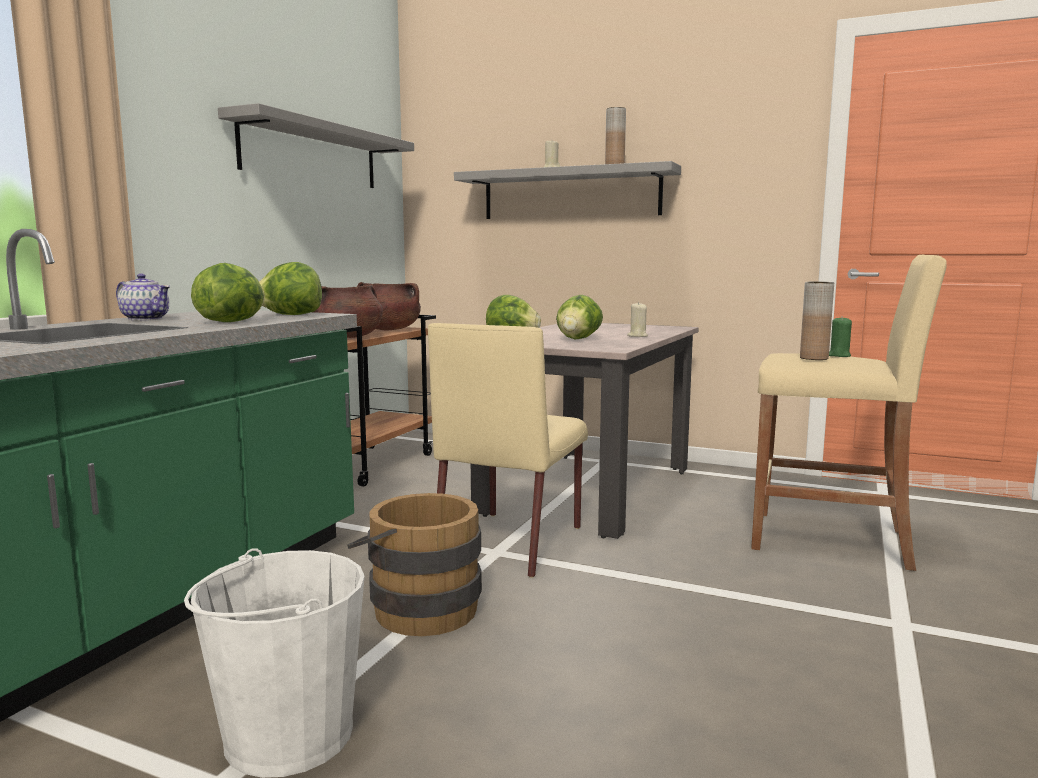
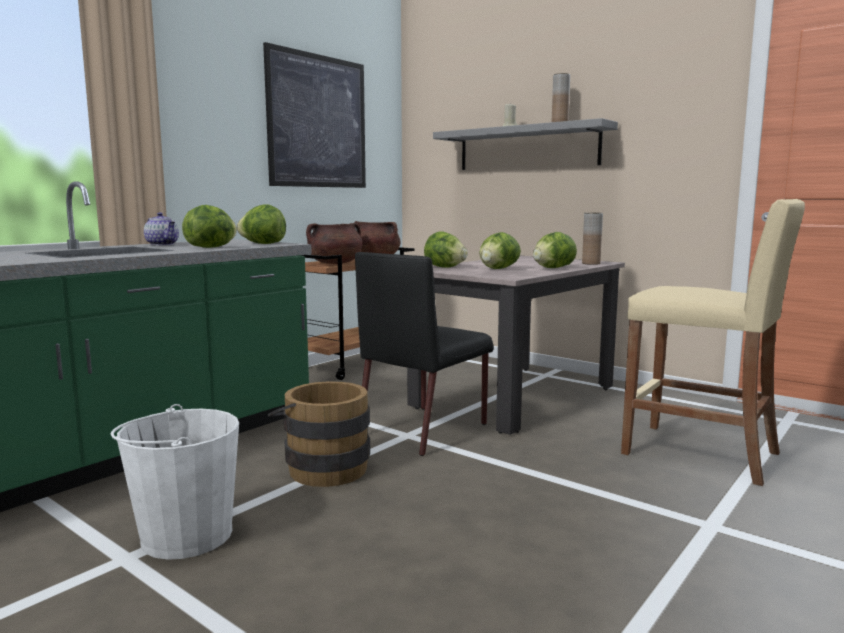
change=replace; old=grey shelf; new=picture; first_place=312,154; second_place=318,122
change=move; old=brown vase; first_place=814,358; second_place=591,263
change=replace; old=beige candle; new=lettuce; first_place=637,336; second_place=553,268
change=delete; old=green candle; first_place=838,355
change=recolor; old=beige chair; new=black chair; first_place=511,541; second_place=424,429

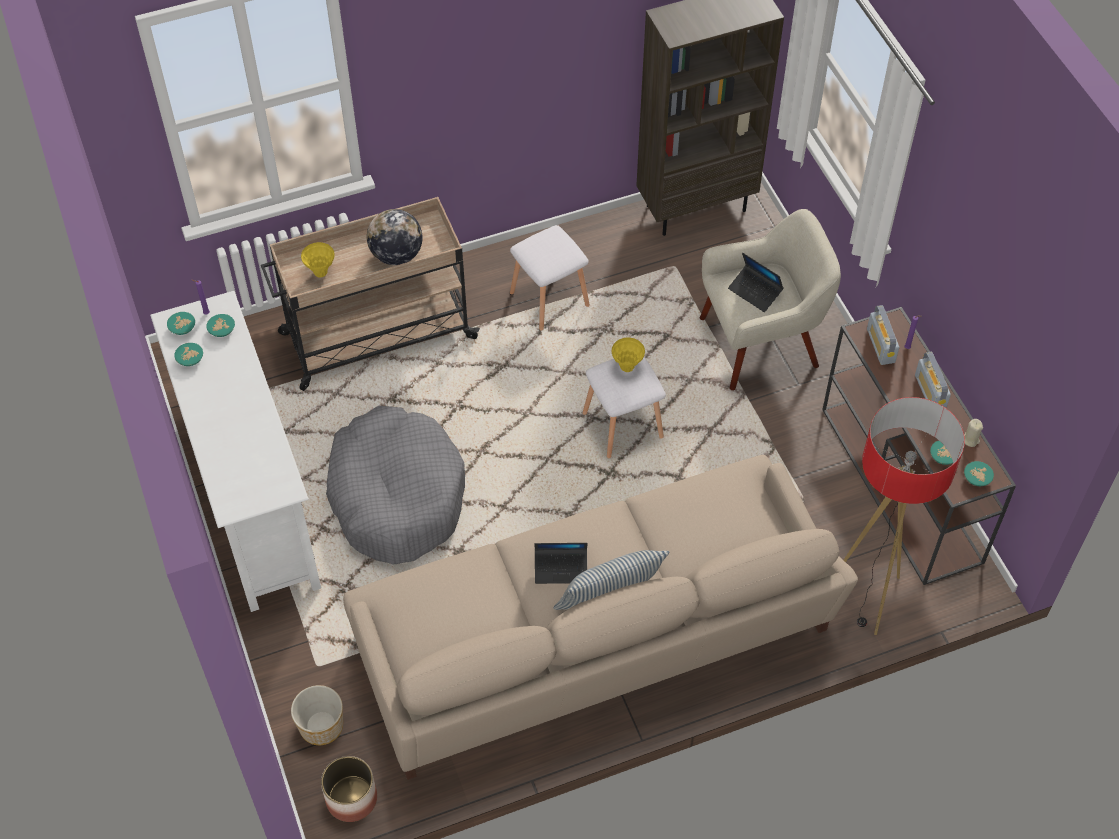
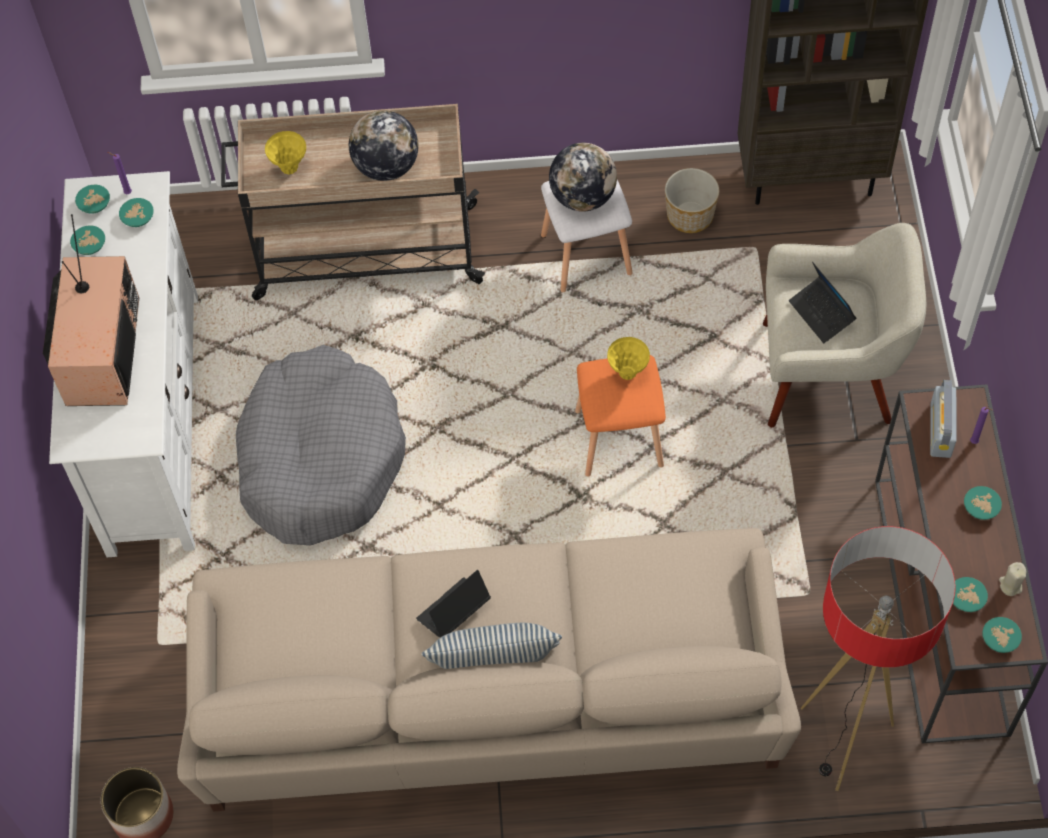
change=replace; old=radio; new=turquoise bowl; first_place=930,392; second_place=981,509
change=recolor; old=white stool; new=orange stool; first_place=623,424; second_place=620,437
change=rotate; old=laptop; first_place=561,569; second_place=453,611; degrees=120
change=move; old=planter; first_place=320,726; second_place=689,215
change=insert; new=globe; second_place=583,197
change=insert; new=television; second_place=100,349

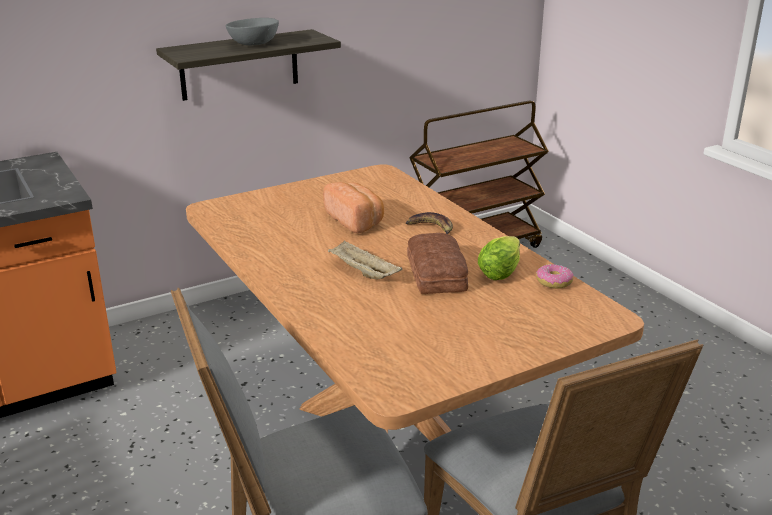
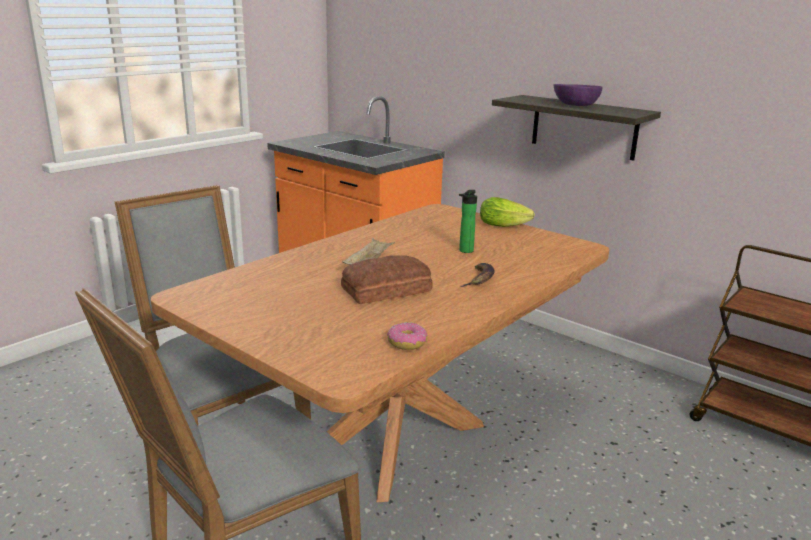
change=recolor; old=grey bowl; new=purple bowl; first_place=254,44; second_place=576,105
change=replace; old=bread; new=bottle; first_place=356,221; second_place=464,251
change=move; old=lettuce; first_place=502,270; second_place=506,225

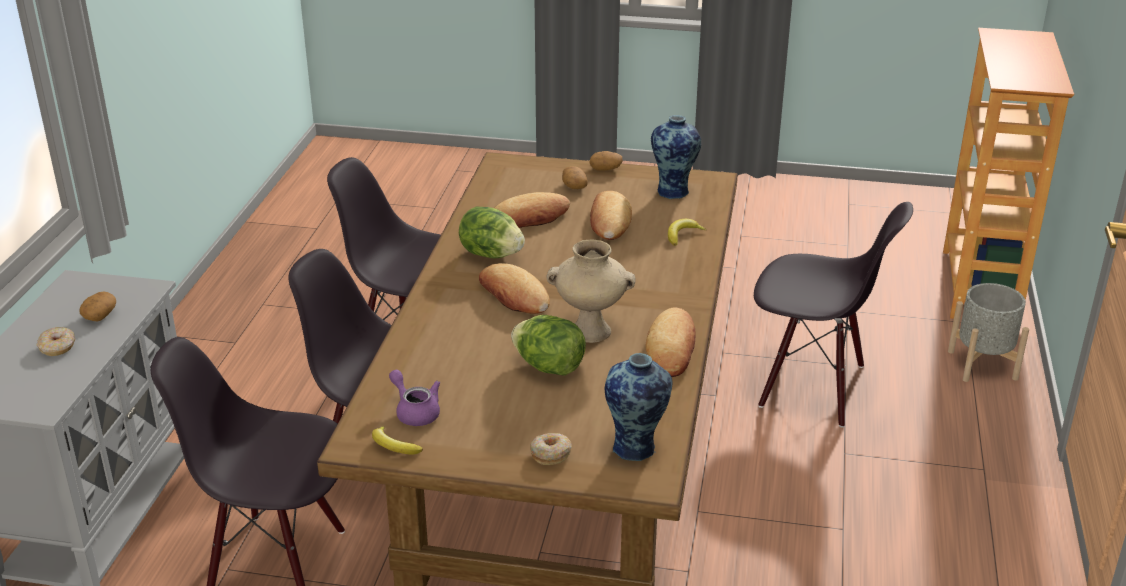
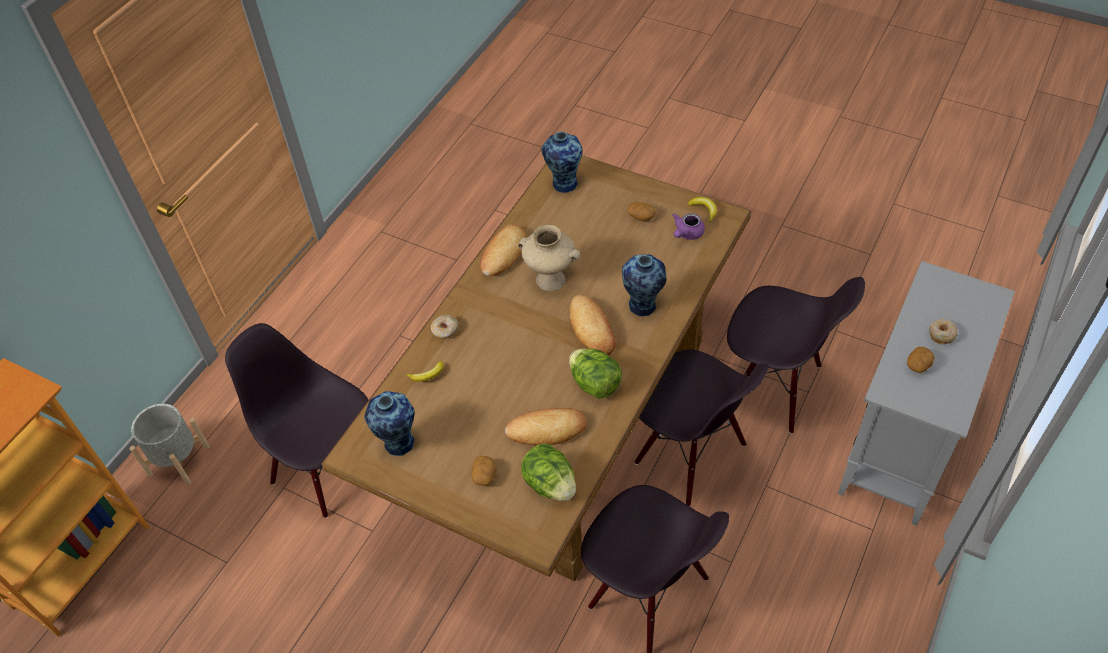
change=move; old=potato; first_place=606,168; second_place=641,216
change=delete; old=bread; first_place=609,221
change=move; old=lettuce; first_place=549,367; second_place=550,484
change=rotate; old=purple teapot; first_place=415,411; second_place=687,233; degrees=60
change=move; old=donut; first_place=550,454; second_place=445,330
change=insert; new=vase; second_place=642,307

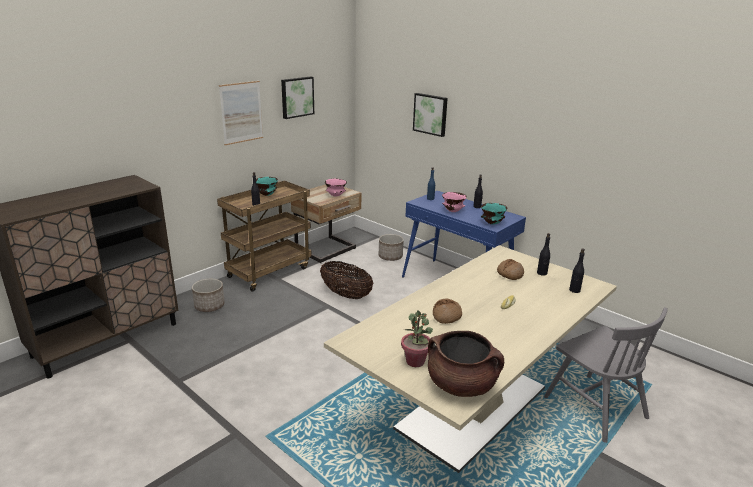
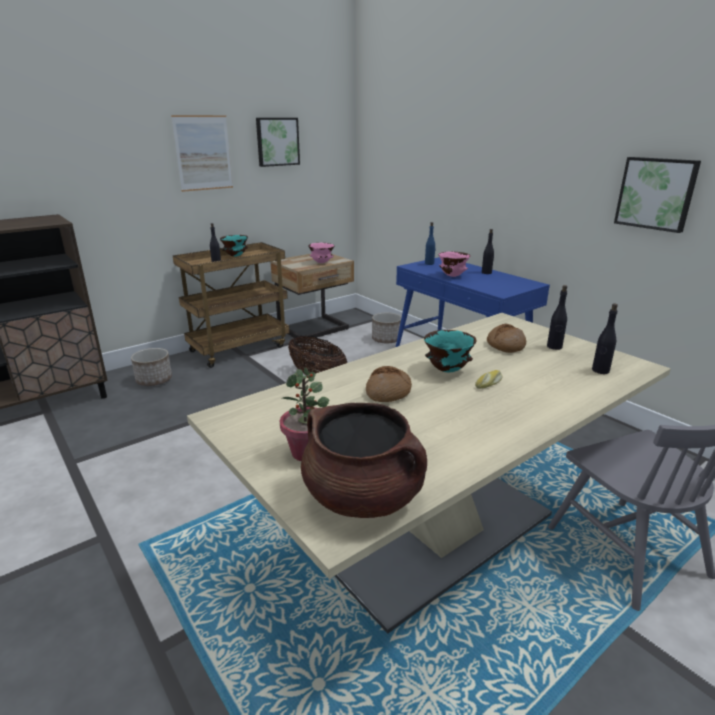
change=move; old=picture; first_place=431,114; second_place=656,193
change=move; old=turquoise bowl; first_place=491,223; second_place=446,370

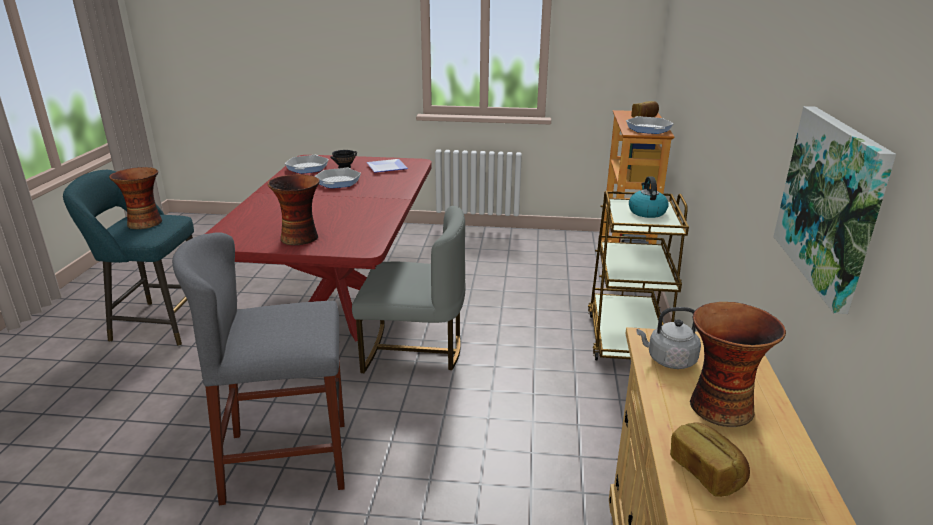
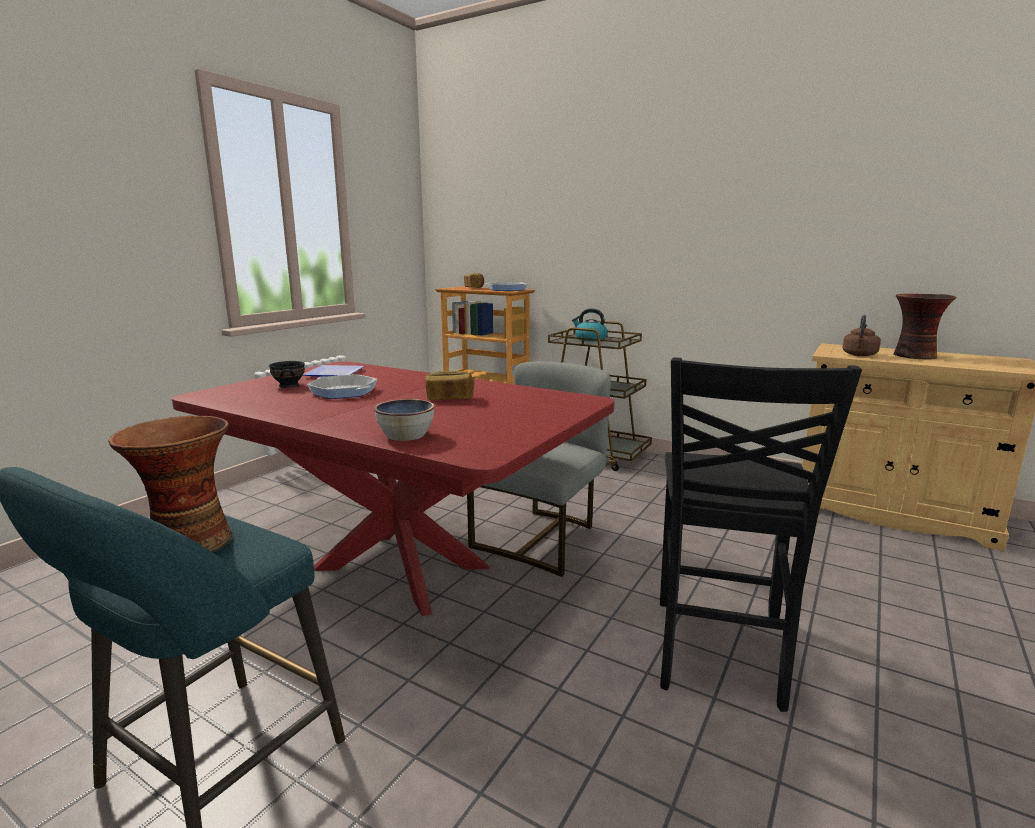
change=delete; old=picture; first_place=832,203
change=delete; old=frying pan; first_place=307,168
change=delete; old=vase; first_place=300,237
change=replace; old=grey stool; new=black chair; first_place=287,460; second_place=717,653
change=recolor; old=grey kettle; new=brown kettle; first_place=668,360; second_place=859,355
change=move; old=bread; first_place=706,472; second_place=449,398
change=insert; new=bowl; second_place=406,435

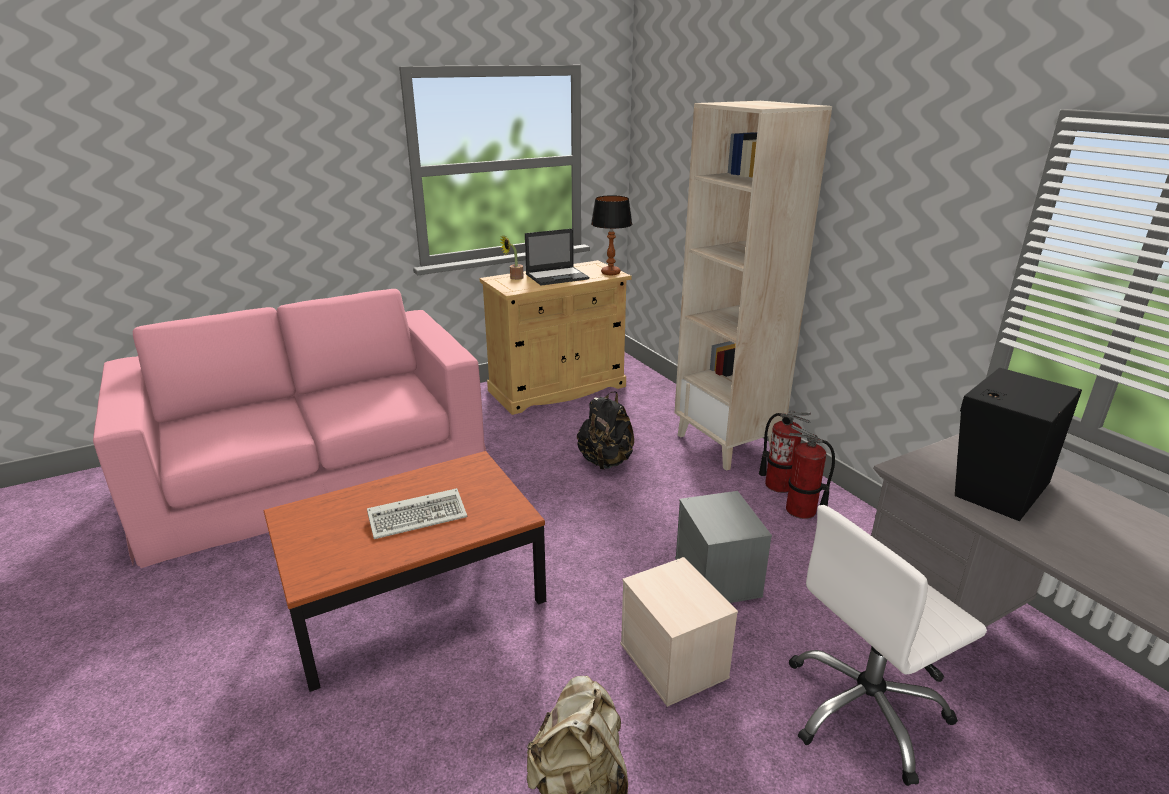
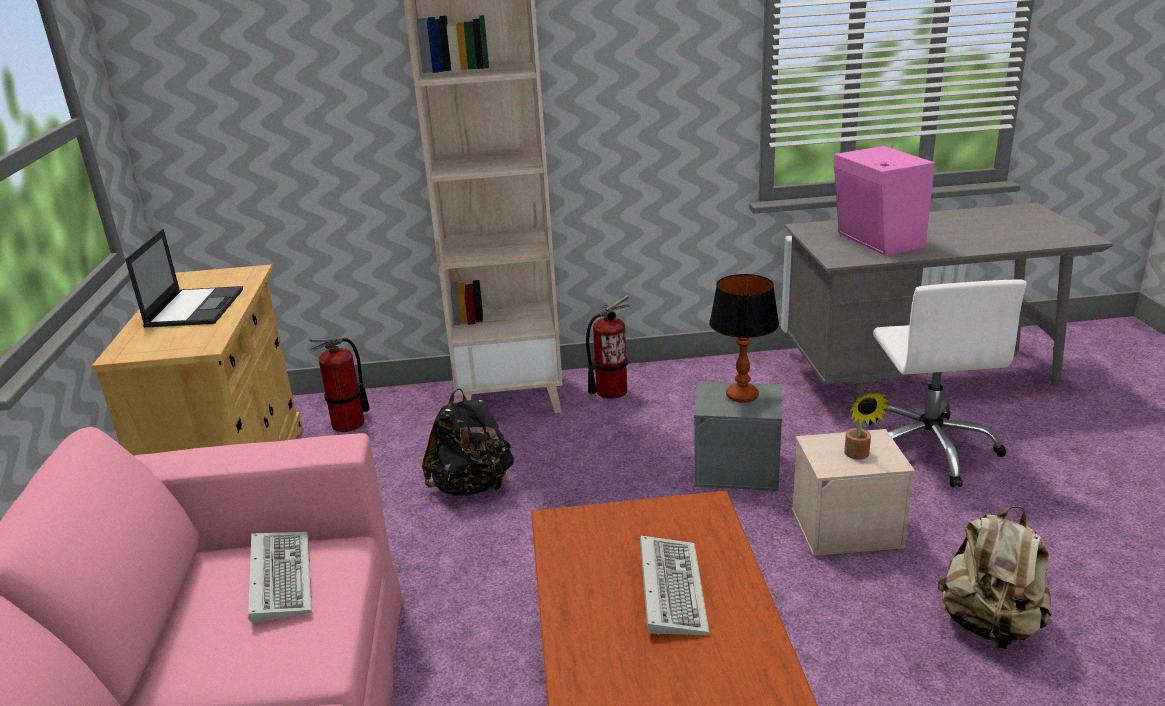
change=move; old=table lamp; first_place=611,273; second_place=742,396
change=move; old=potted plant; first_place=514,278; second_place=858,455
change=recolor; old=black speaker; new=pink speaker; first_place=995,487; second_place=877,241
change=move; old=fire extinguisher; first_place=801,510; second_place=349,424
change=insert; new=keyboard; second_place=279,577

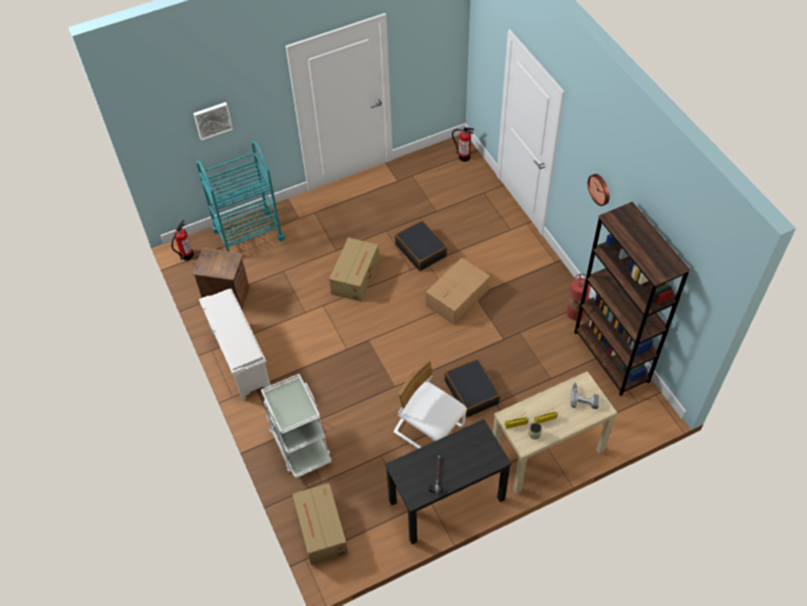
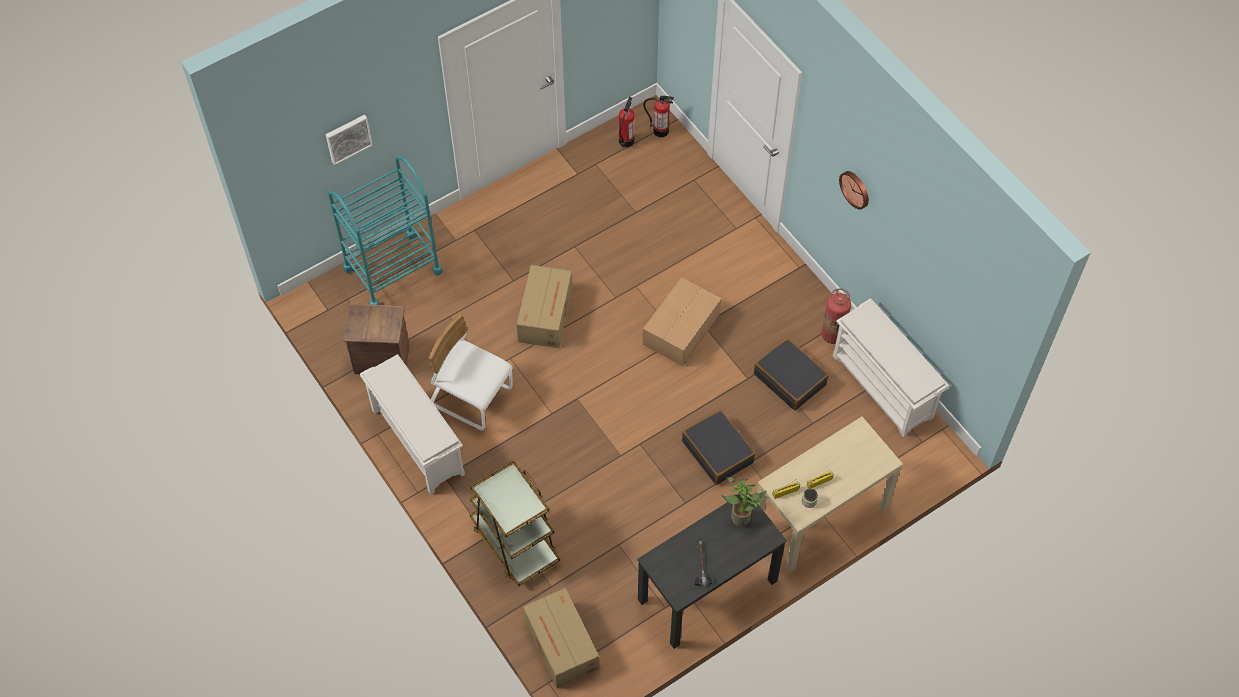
change=replace; old=brown bookcase; new=white shoe rack; first_place=611,357; second_place=884,387
change=move; old=fire extinguisher; first_place=187,255; second_place=626,141
change=move; old=black suitcase; first_place=421,250; second_place=790,379
change=move; old=white chair; first_place=429,429; second_place=471,397
change=recolor; old=white cart; new=brown cart; first_place=300,443; second_place=515,542
change=delete; old=power drill; first_place=584,397
change=insert; new=potted plant; second_place=742,516

